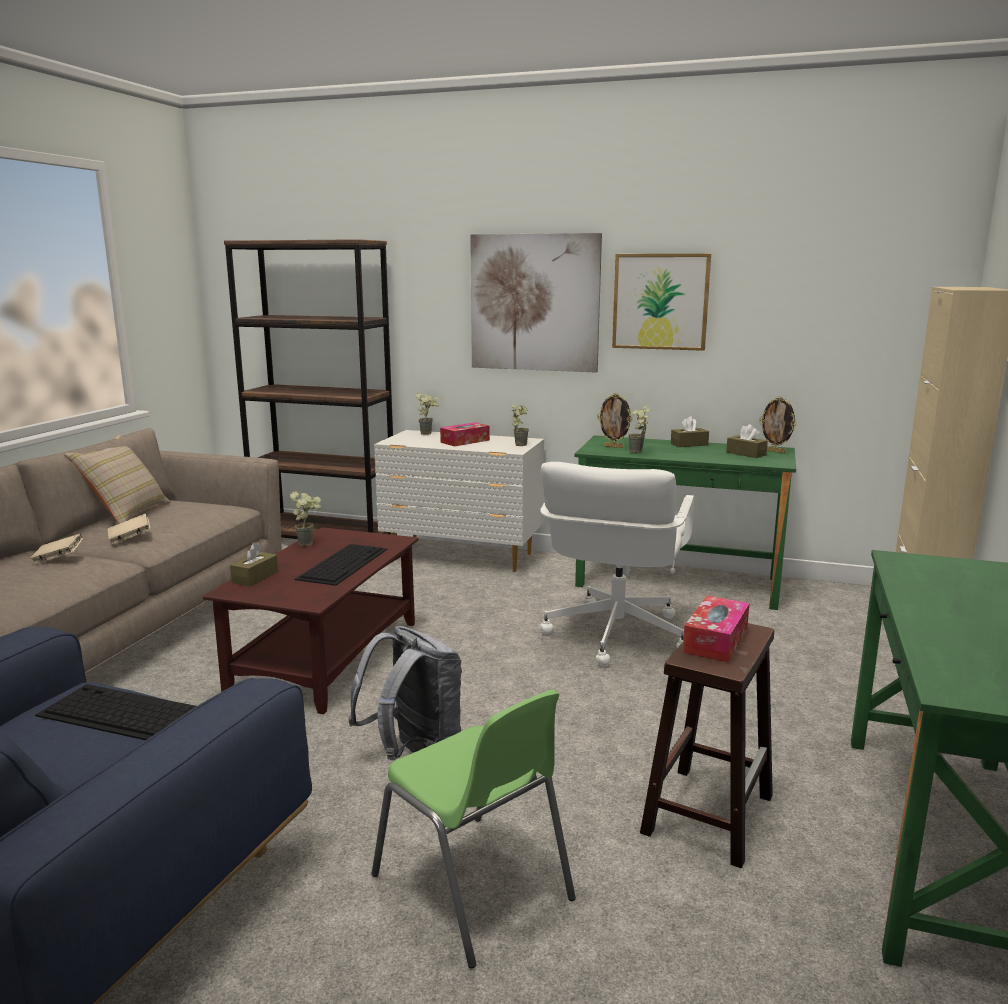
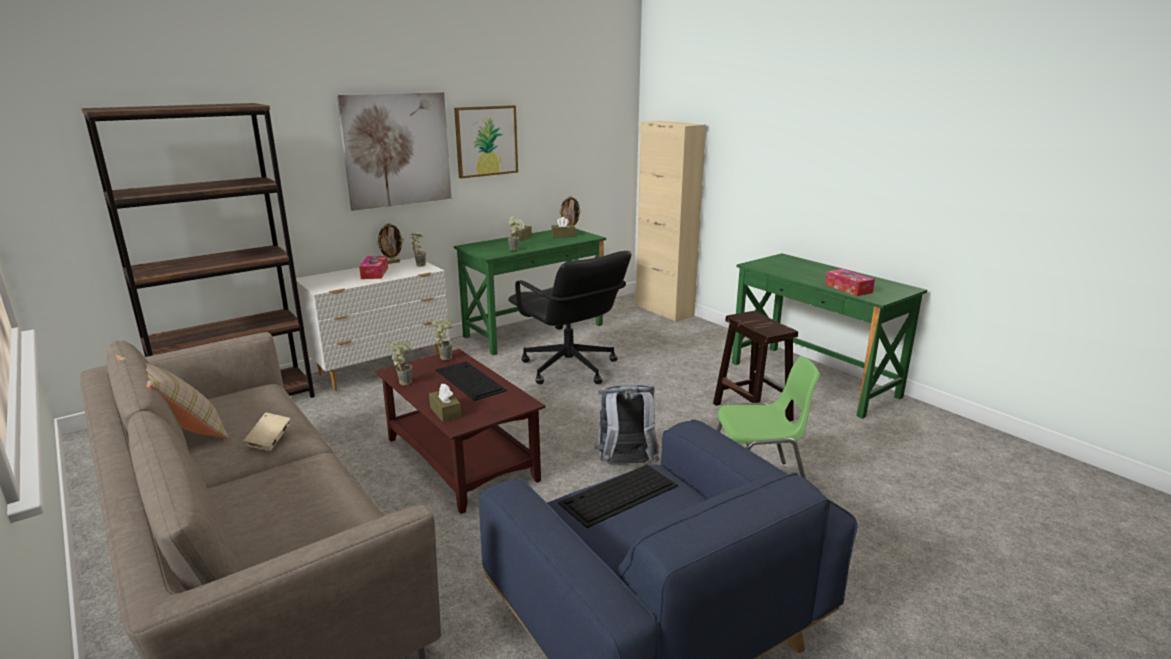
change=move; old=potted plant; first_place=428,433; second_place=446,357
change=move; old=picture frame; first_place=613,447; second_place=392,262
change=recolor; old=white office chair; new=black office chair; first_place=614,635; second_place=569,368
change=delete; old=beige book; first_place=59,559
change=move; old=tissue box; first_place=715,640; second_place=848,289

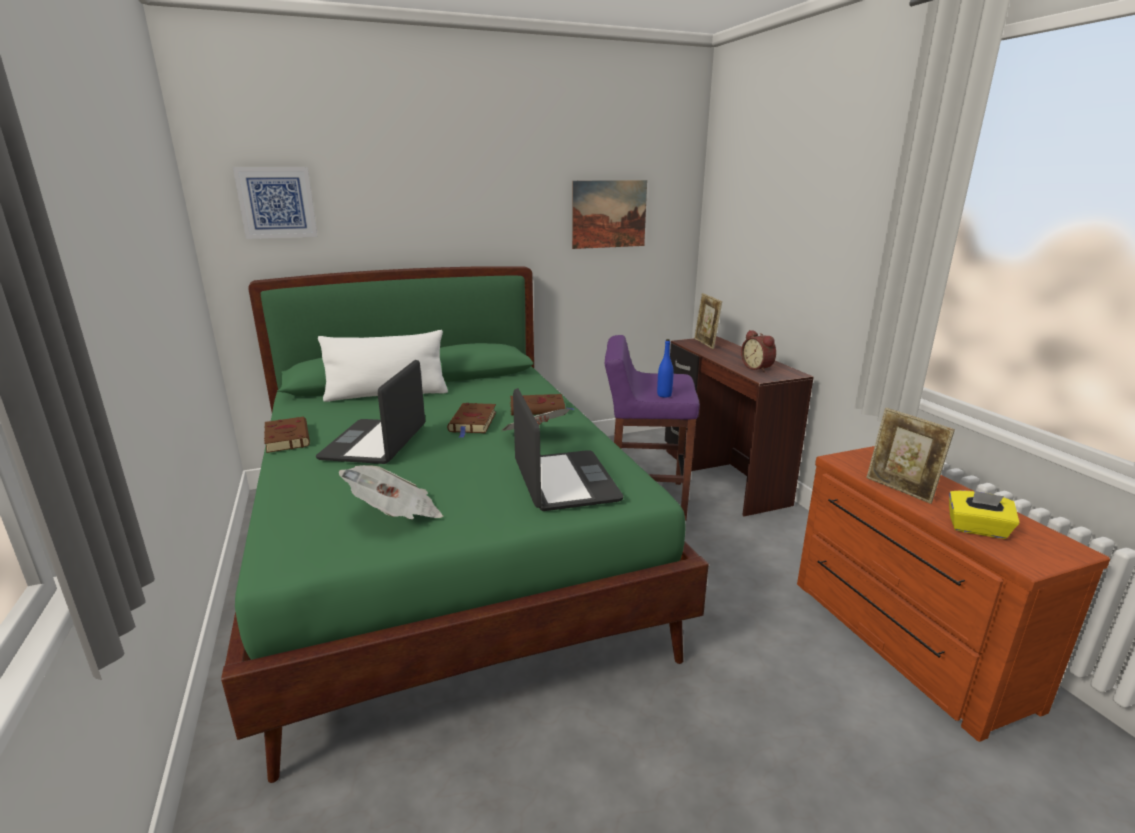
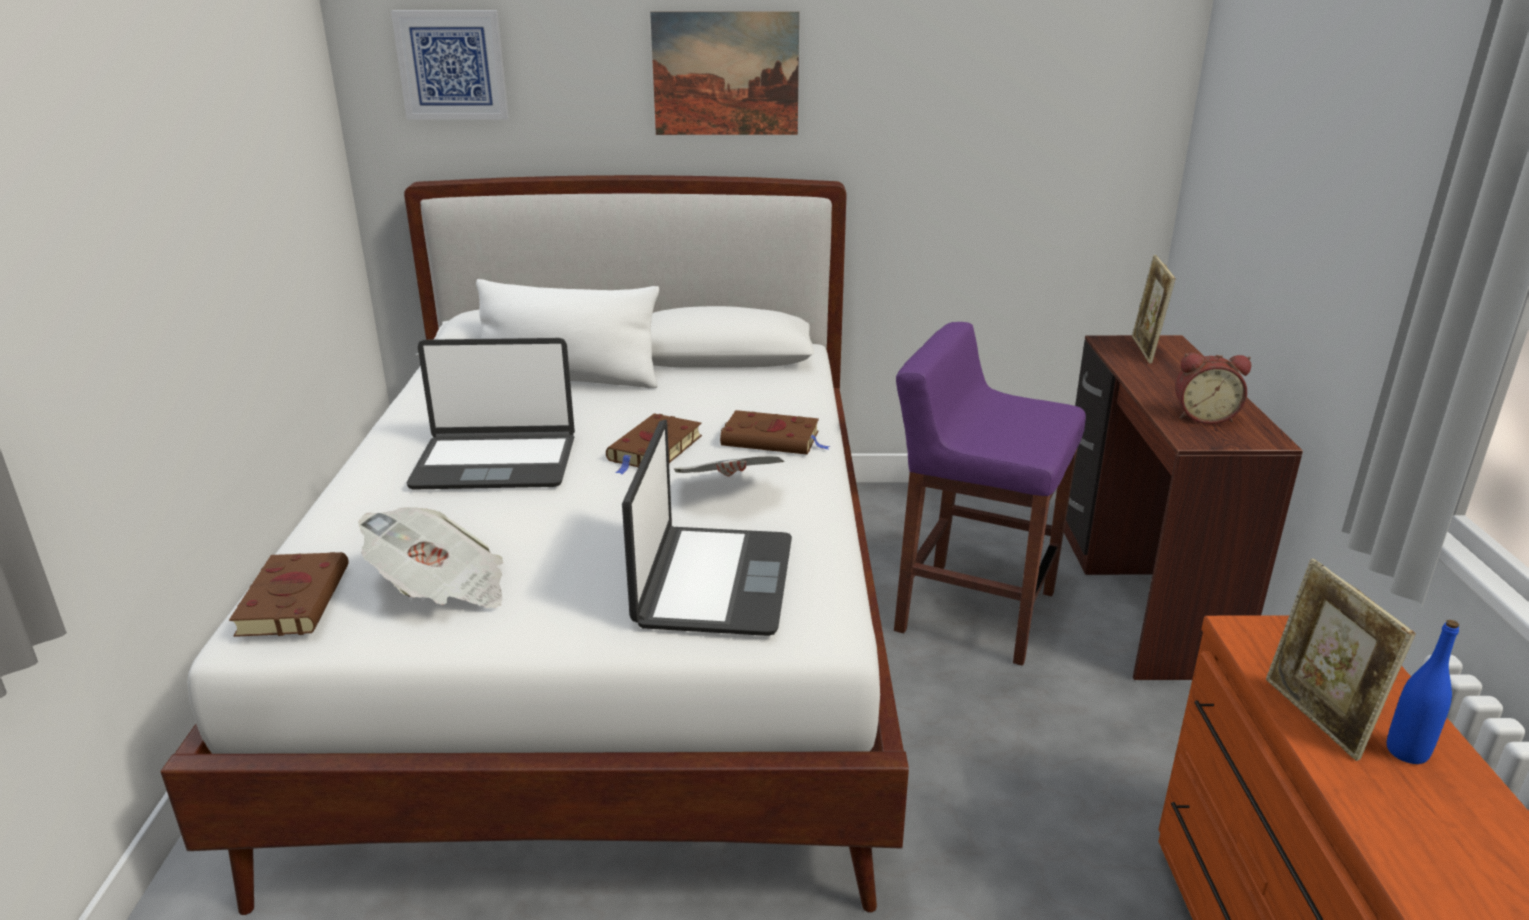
change=move; old=picture; first_place=609,214; second_place=725,74
change=recolor; old=green bed; new=white bed; first_place=448,555; second_place=614,643
change=rotate; old=alarm clock; first_place=758,368; second_place=1203,417; degrees=-75
change=move; old=blue bottle; first_place=664,395; second_place=1407,752
change=rotate; old=laptop; first_place=376,443; second_place=495,463; degrees=-120
change=move; old=brown book; first_place=287,438; second_place=294,599
change=delete; old=yellow tissue box; first_place=977,529

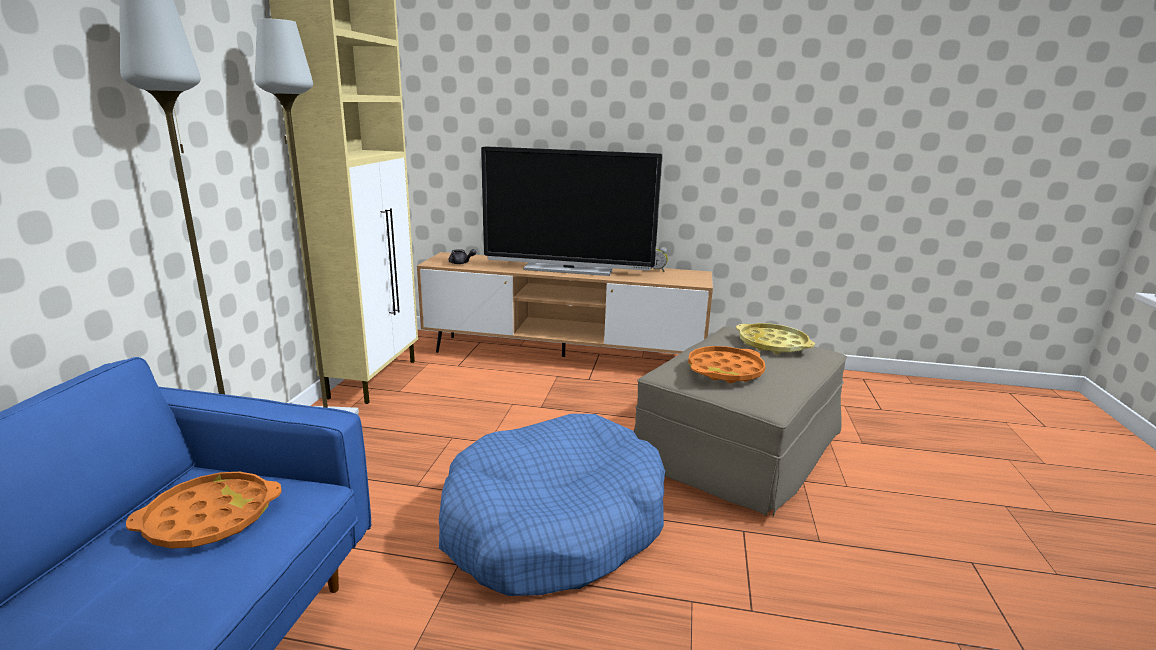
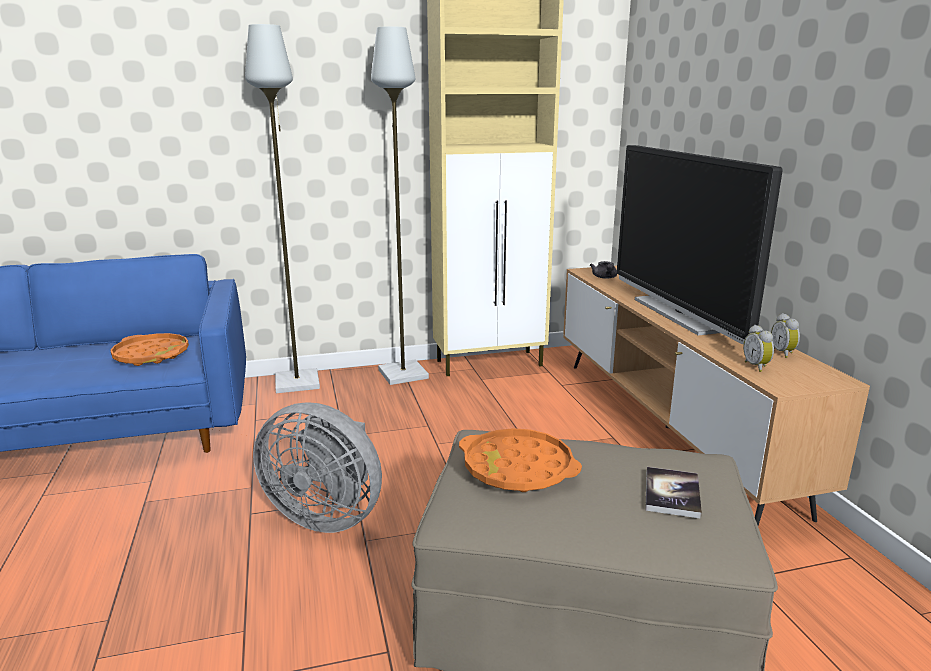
change=replace; old=yellow tray; new=book; first_place=772,344; second_place=672,493
change=replace; old=blue dog bed; new=grey fan; first_place=553,524; second_place=326,515
change=insert; new=alarm clock; second_place=757,366

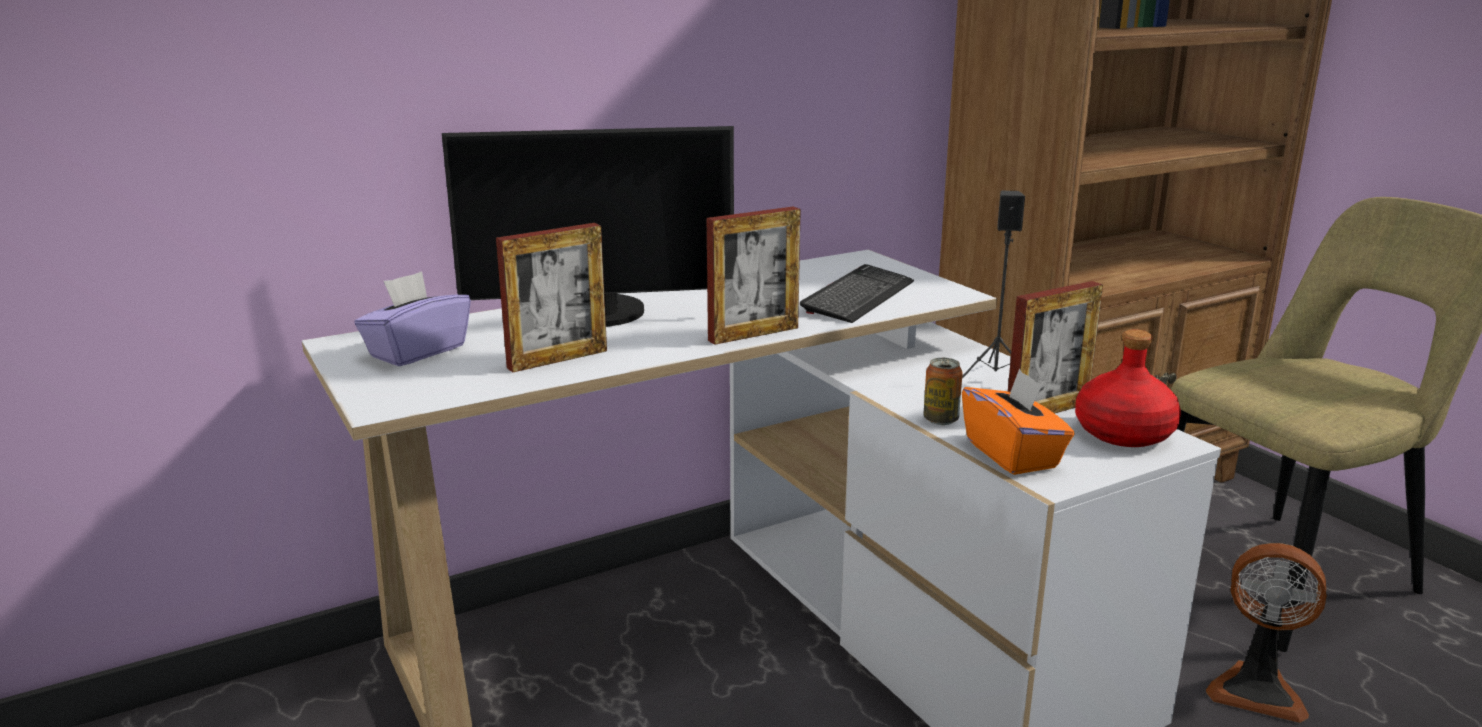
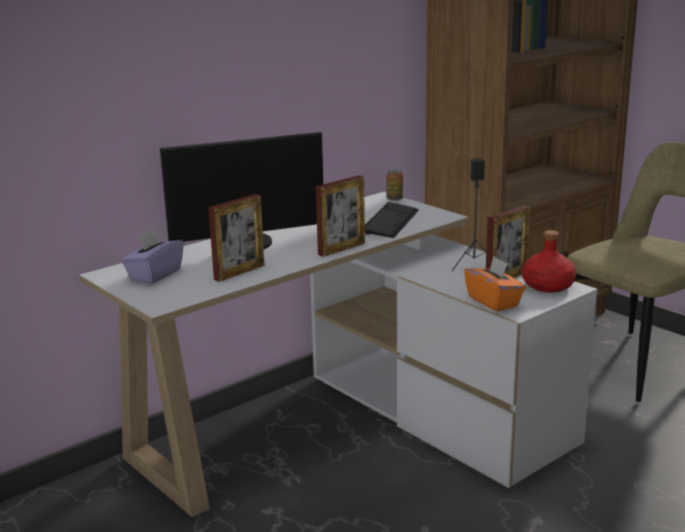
change=move; old=can; first_place=940,420; second_place=394,199
change=delete; old=fan; first_place=1256,690

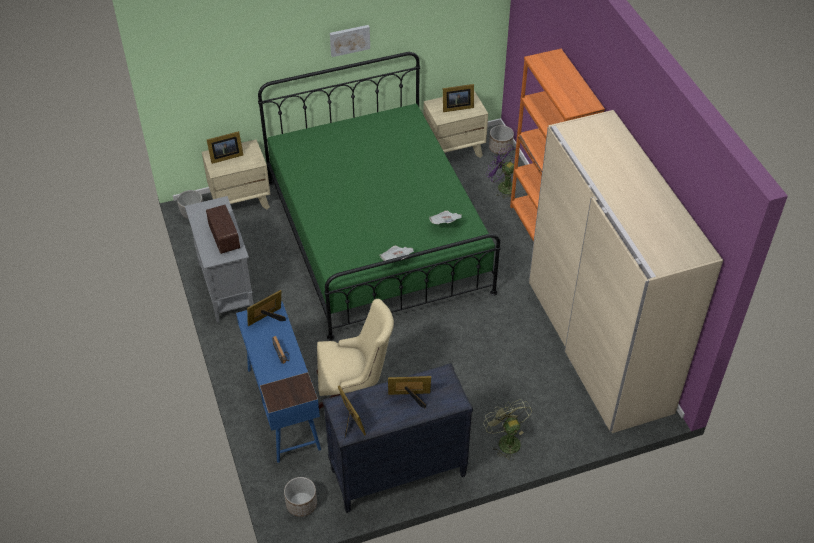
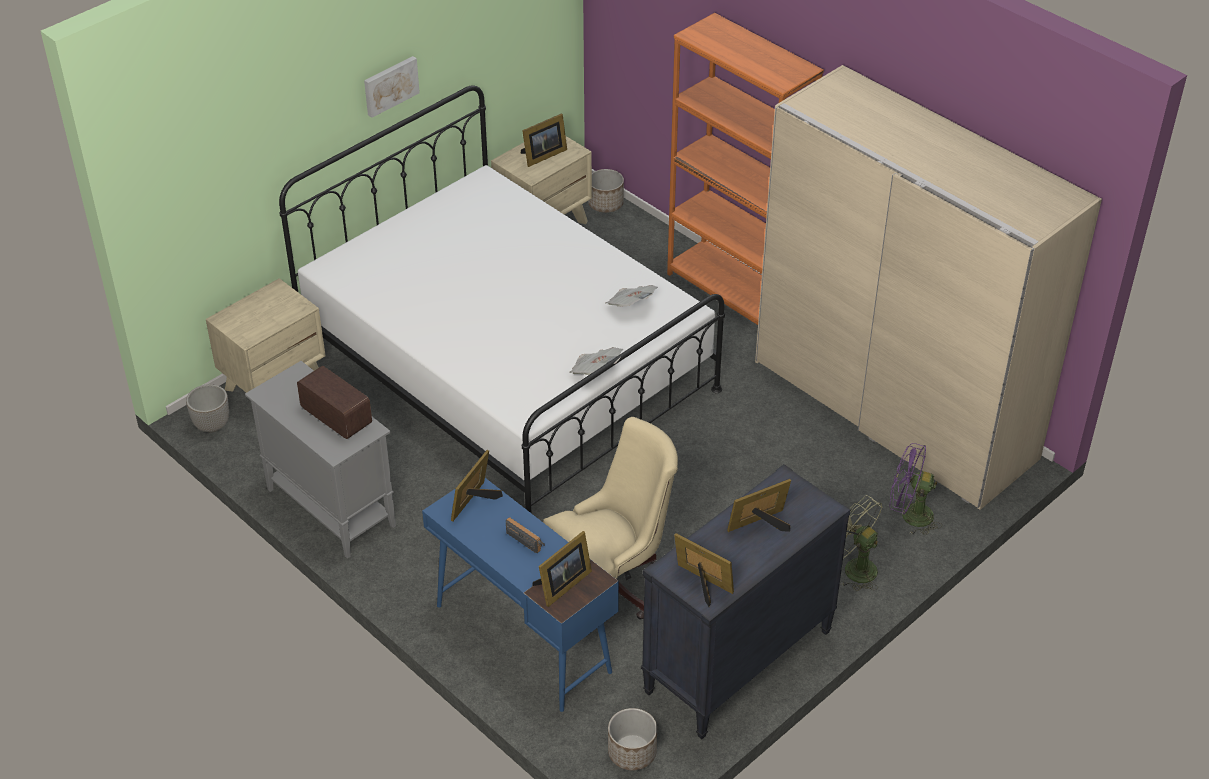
change=recolor; old=green bed; new=white bed; first_place=377,235; second_place=507,367
change=move; old=picture frame; first_place=225,156; second_place=561,585
change=move; old=purple fan; first_place=502,186; second_place=909,515

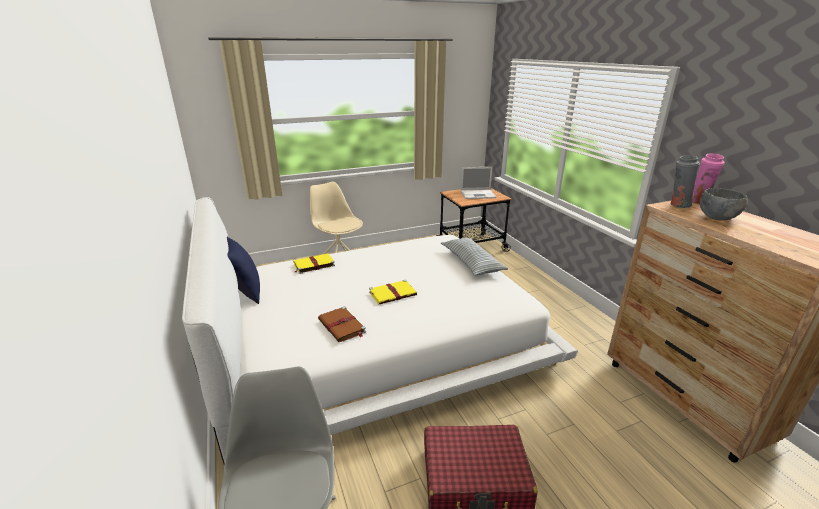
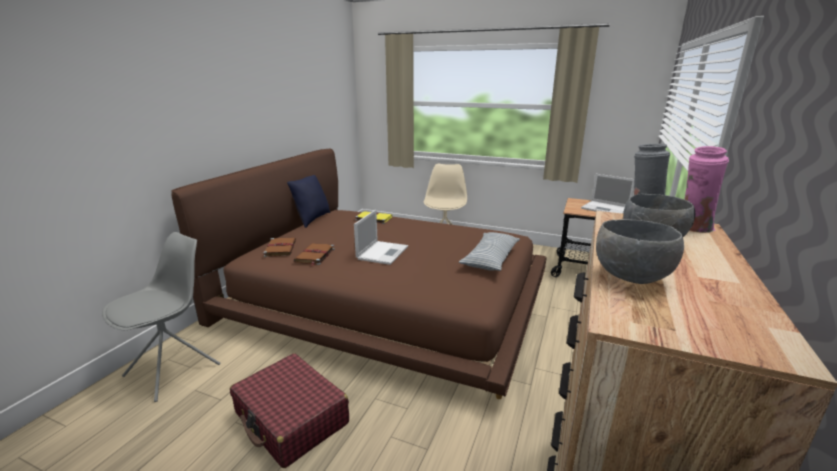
change=recolor; old=white bed; new=brown bed; first_place=376,340; second_place=386,299
change=replace; old=yellow book; new=laptop; first_place=393,293; second_place=383,252
change=insert; new=grey bowl; second_place=632,278
change=insert; new=brown book; second_place=280,248

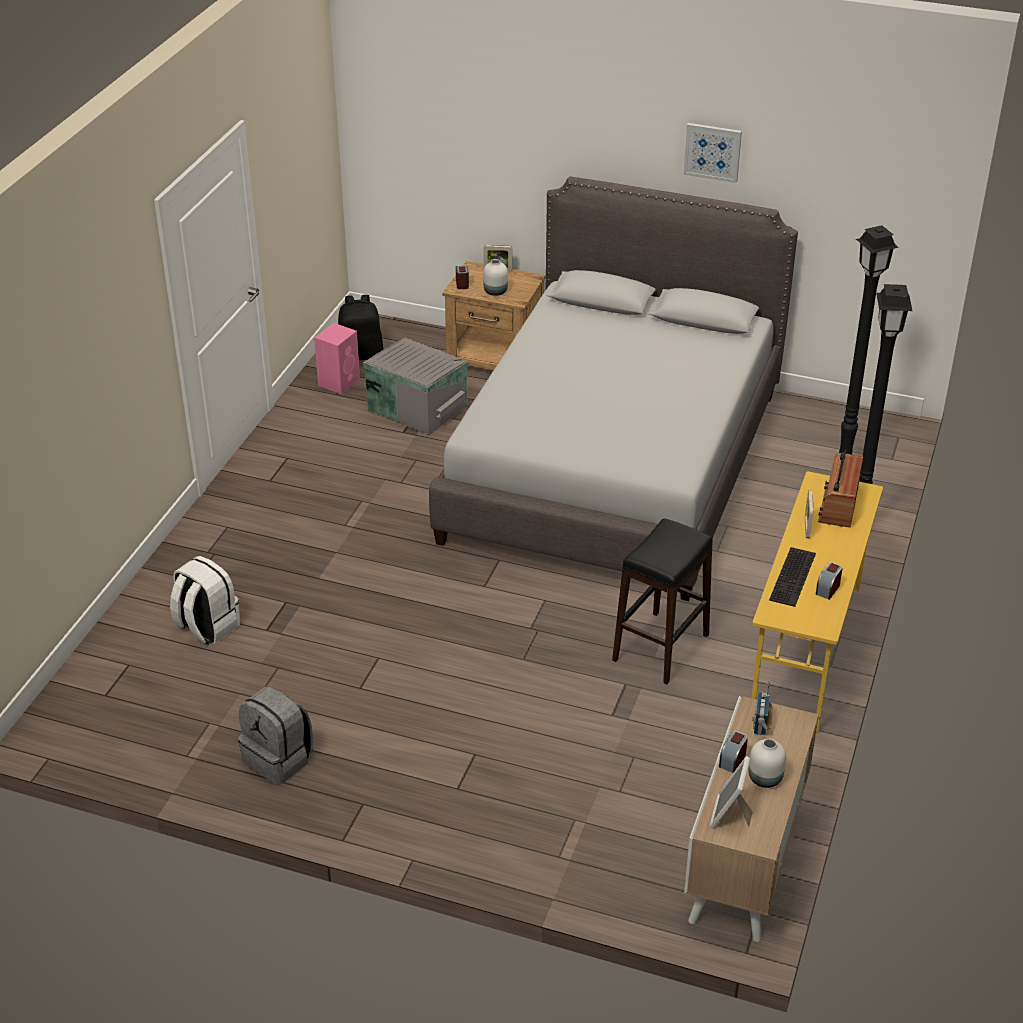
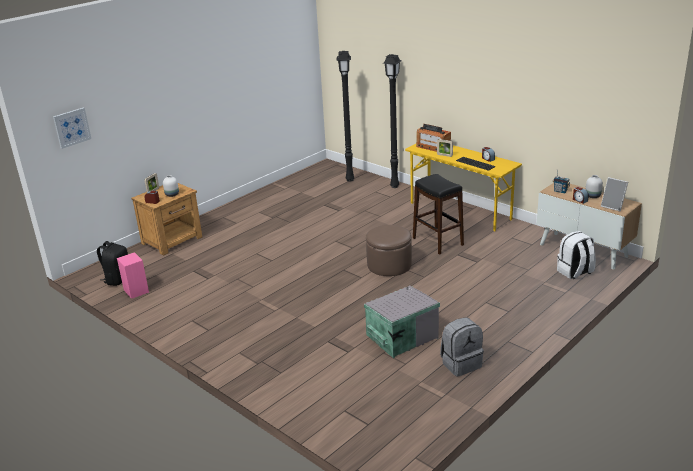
change=move; old=picture; first_place=712,152; second_place=72,127
change=delete; old=grey bed; first_place=614,465
change=move; old=grey storage box; first_place=417,407; second_place=401,336
change=move; old=white backpack; first_place=206,627; second_place=575,272
change=insert; new=brown ottoman; second_place=389,265

